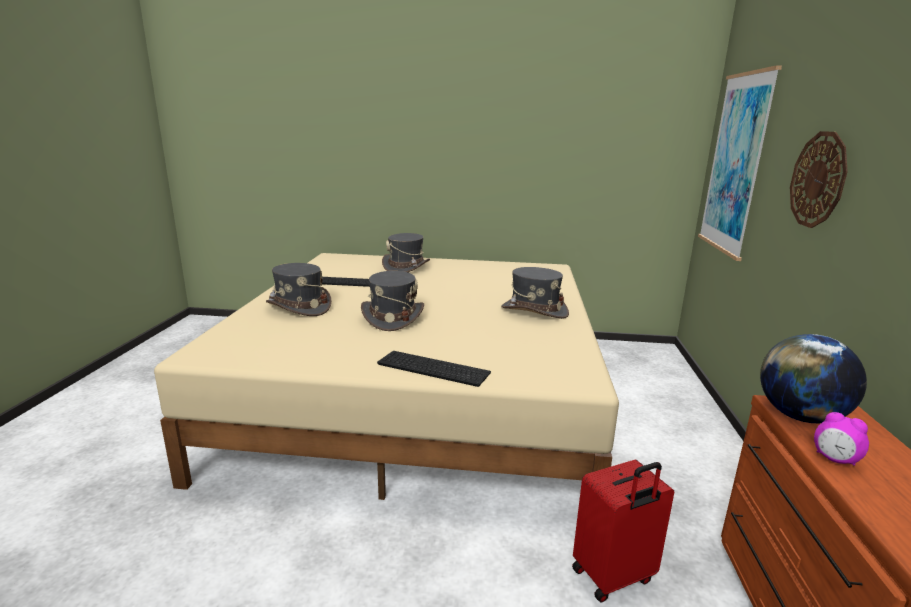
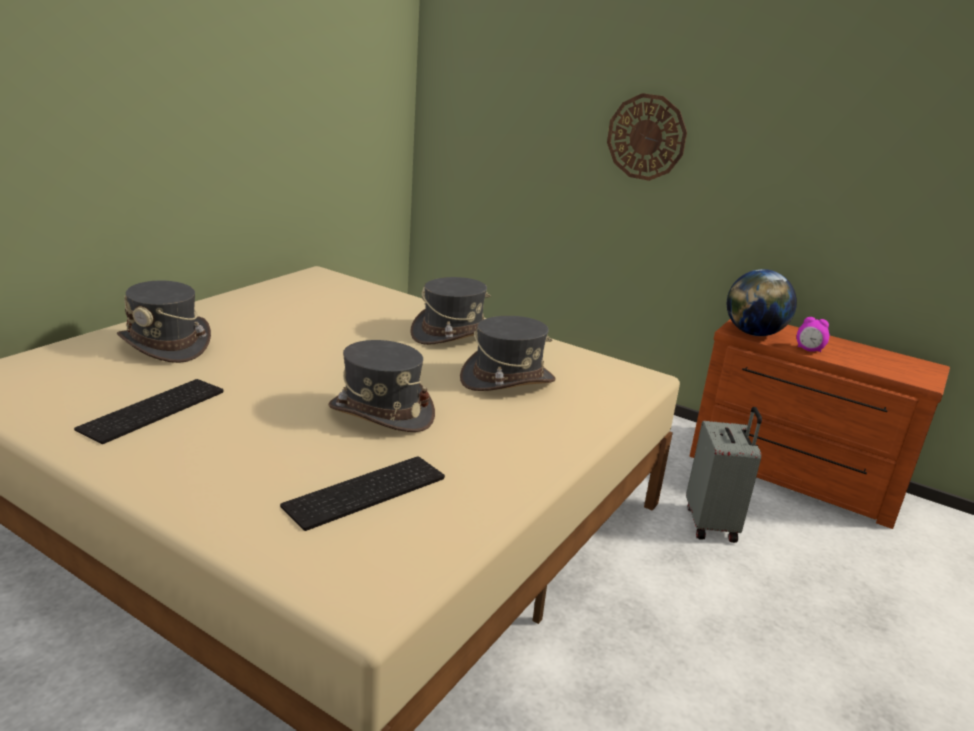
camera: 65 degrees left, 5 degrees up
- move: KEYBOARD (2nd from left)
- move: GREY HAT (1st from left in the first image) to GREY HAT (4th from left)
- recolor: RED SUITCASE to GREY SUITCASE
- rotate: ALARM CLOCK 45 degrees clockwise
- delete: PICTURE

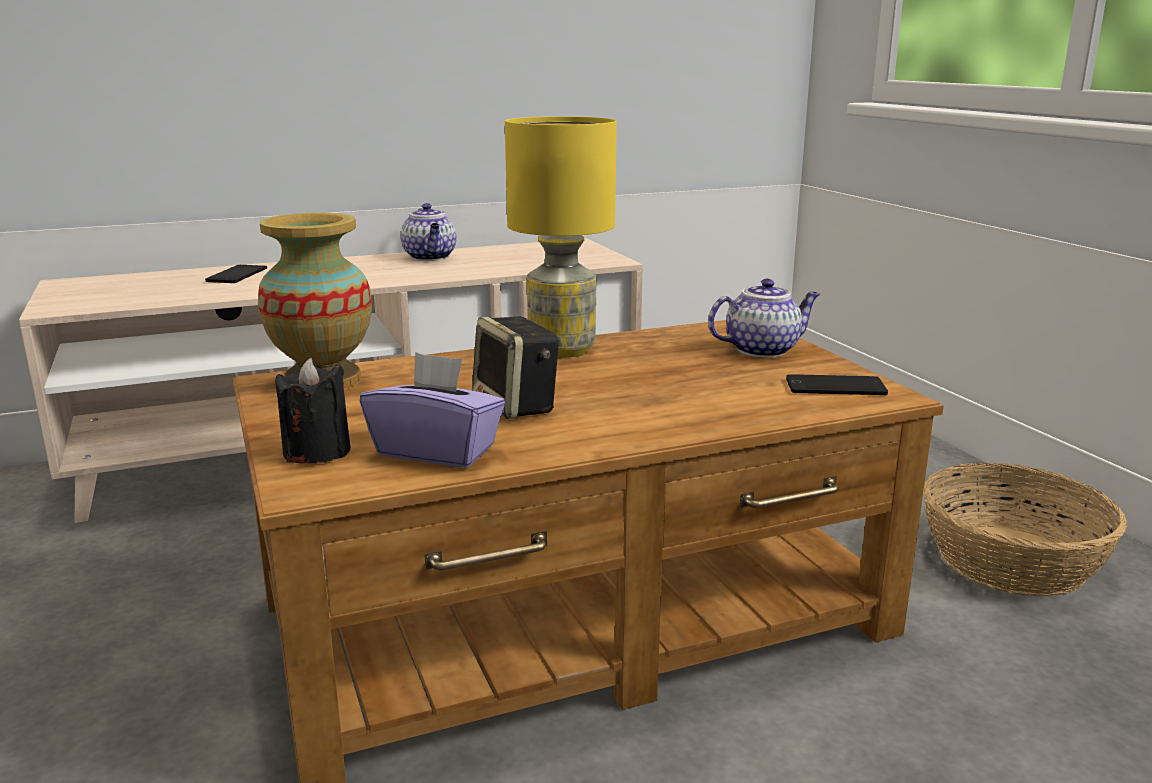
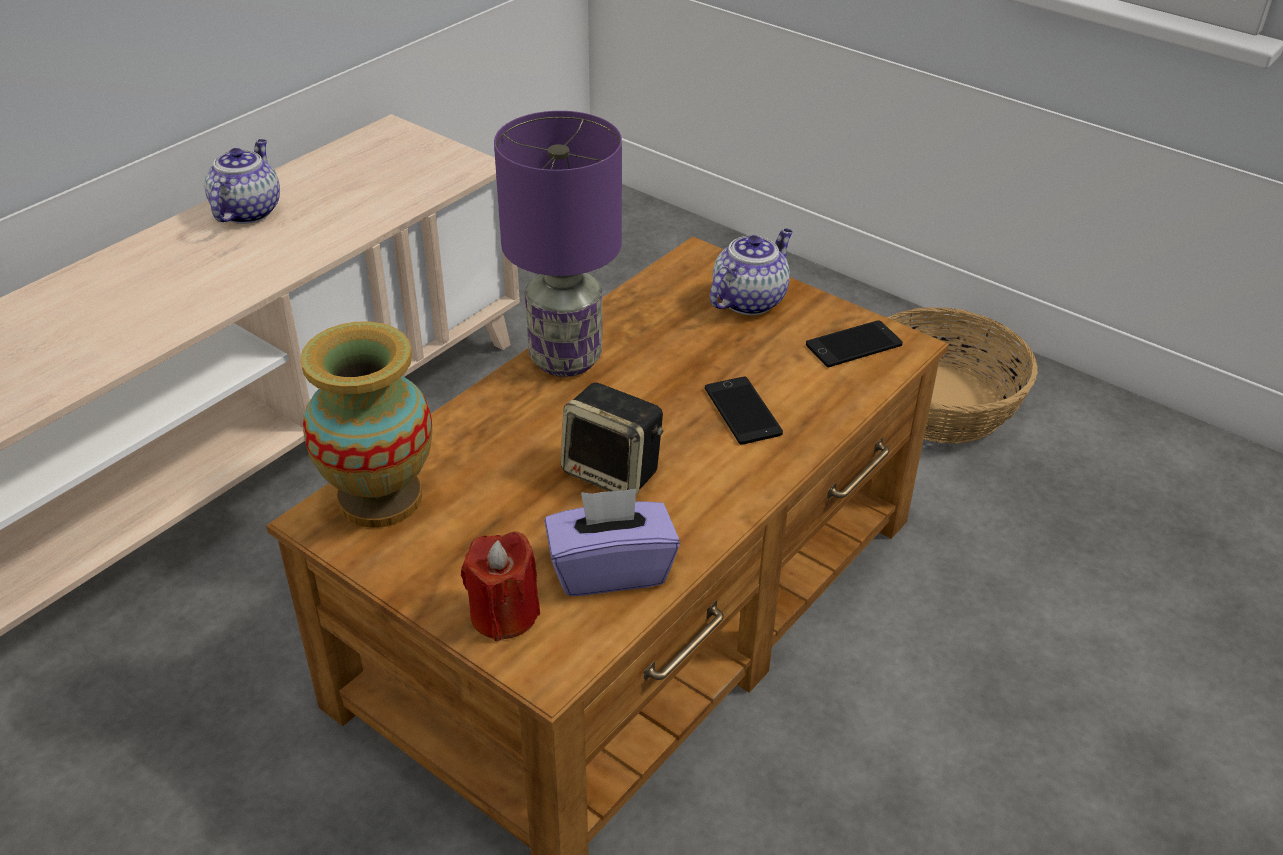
camera: 30 degrees left, 20 degrees up
- rotate: TEAPOT (1st from left) 120 degrees counterclockwise
- recolor: BLACK CANDLE to RED CANDLE
- recolor: YELLOW TABLE LAMP to PURPLE TABLE LAMP
- move: PHONE (1st from left)

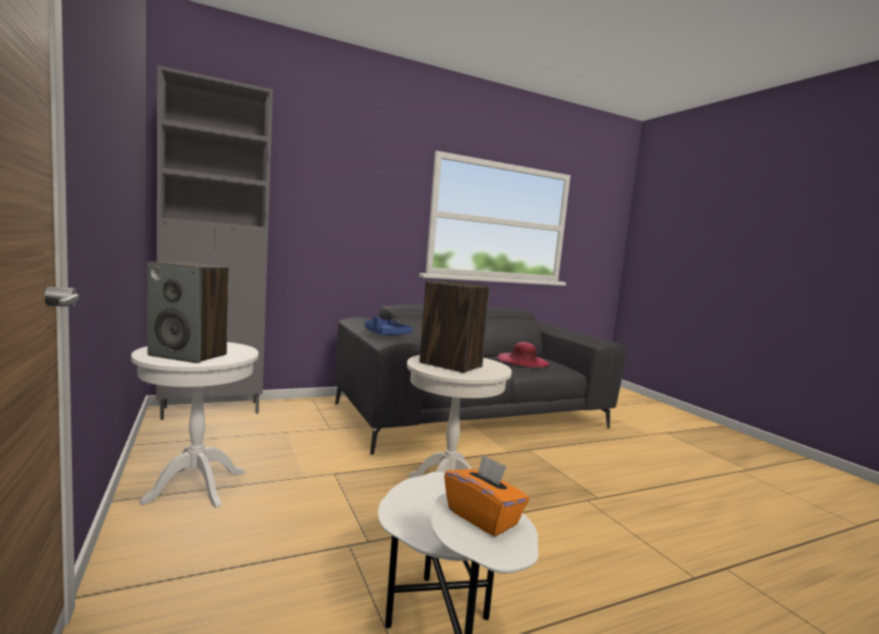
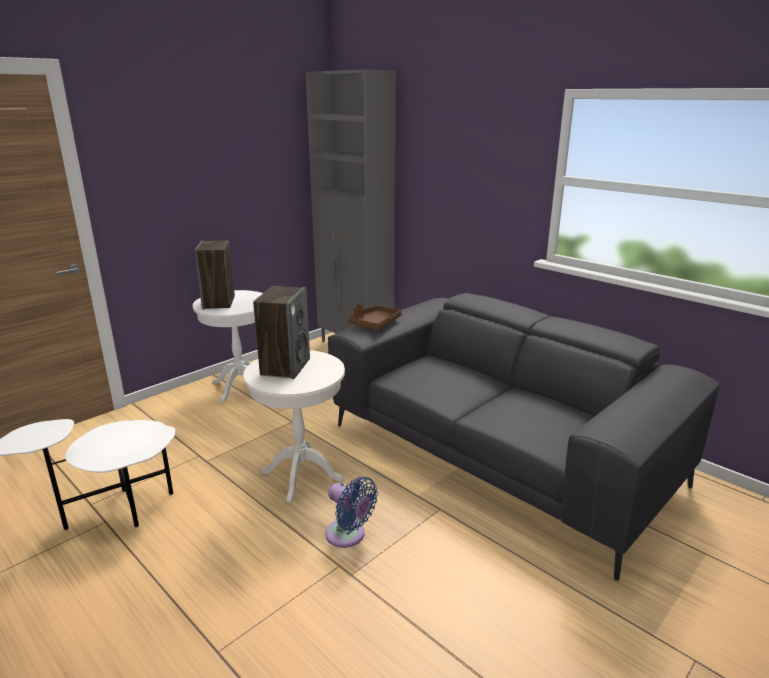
camera: 70 degrees right, 15 degrees up
- insert: BLUE FAN
- recolor: BLUE TRAY to BROWN TRAY
- delete: ORANGE TISSUE BOX
- delete: PINK HAT

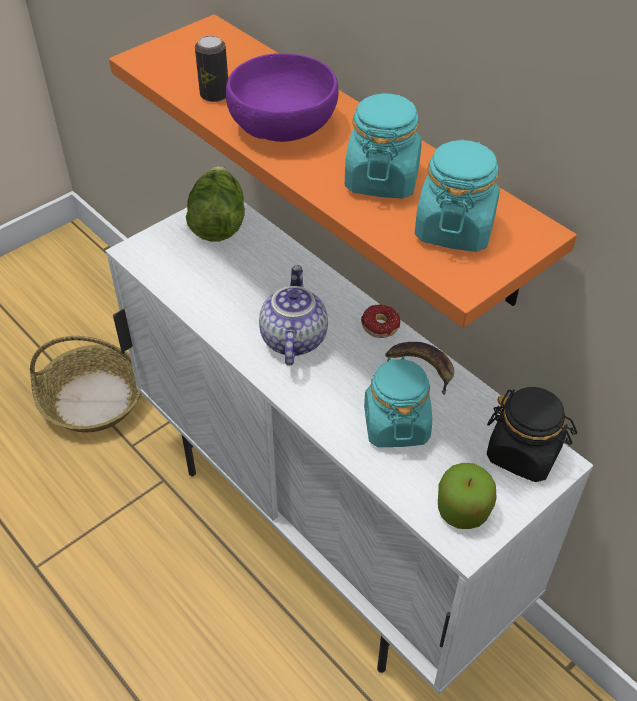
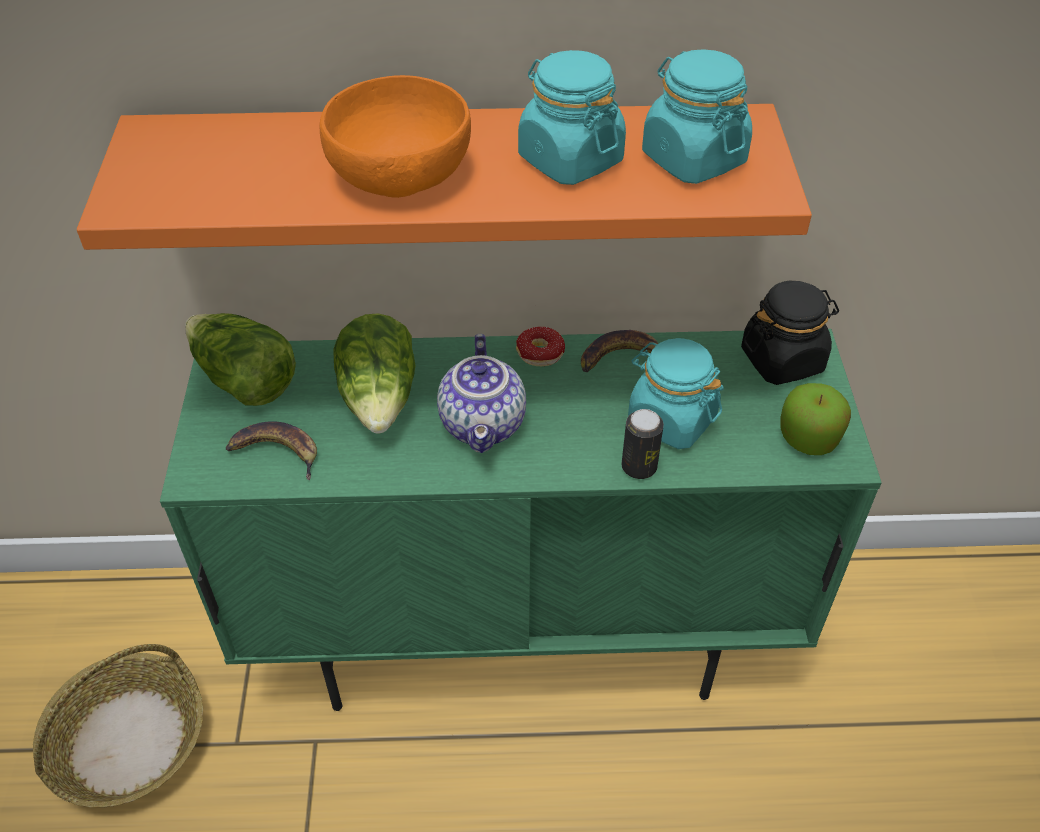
camera: 50 degrees left, 0 degrees up
- recolor: WHITE CABINET to GREEN CABINET
- insert: BANANA (1st from left)
- recolor: PURPLE BOWL to ORANGE BOWL
- insert: LETTUCE (2nd from left)
- rotate: TEAPOT 135 degrees counterclockwise
- move: CAN

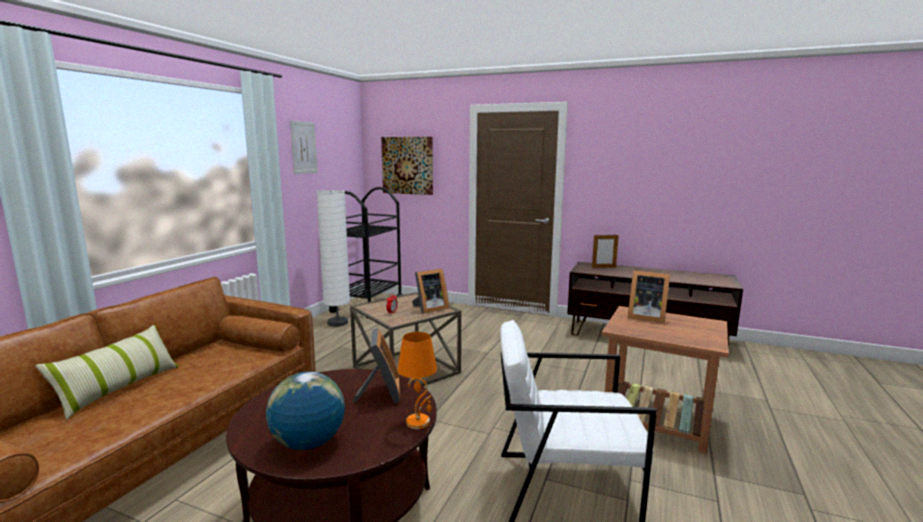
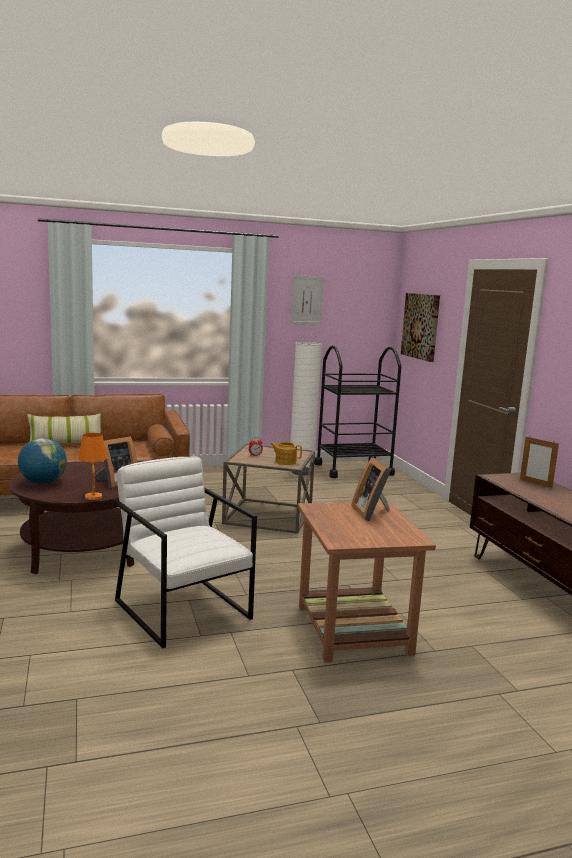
camera: 50 degrees right, 0 degrees up
- replace: PICTURE FRAME (2nd from left) to TEAPOT

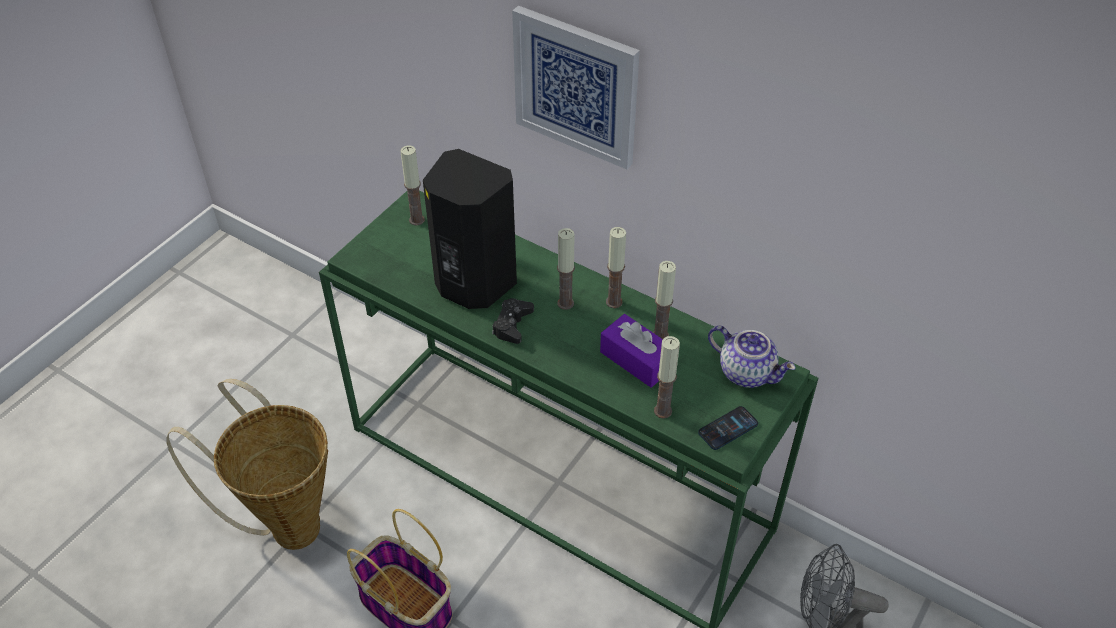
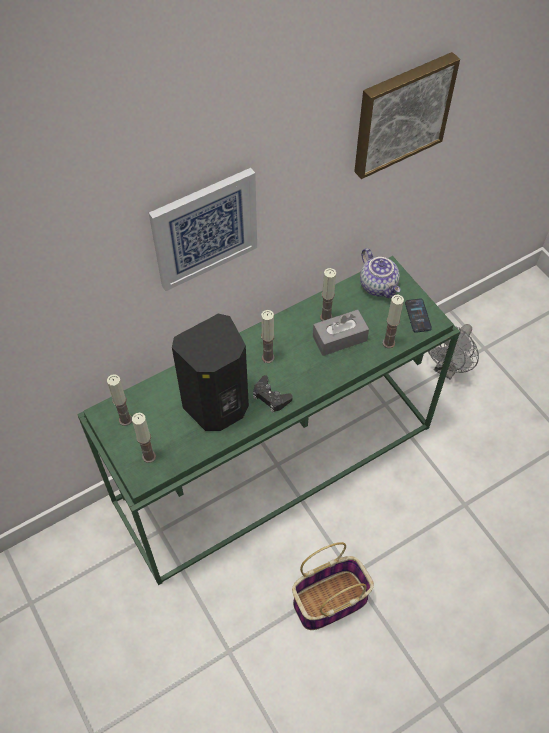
camera: 65 degrees left, 10 degrees up
- move: CANDLE (3rd from left in the first image) to CANDLE (2nd from left)
- recolor: PURPLE TISSUE BOX to GREY TISSUE BOX
- insert: PICTURE (2nd from left)
- rotate: TEAPOT 90 degrees clockwise
- delete: BASKET (1st from left)

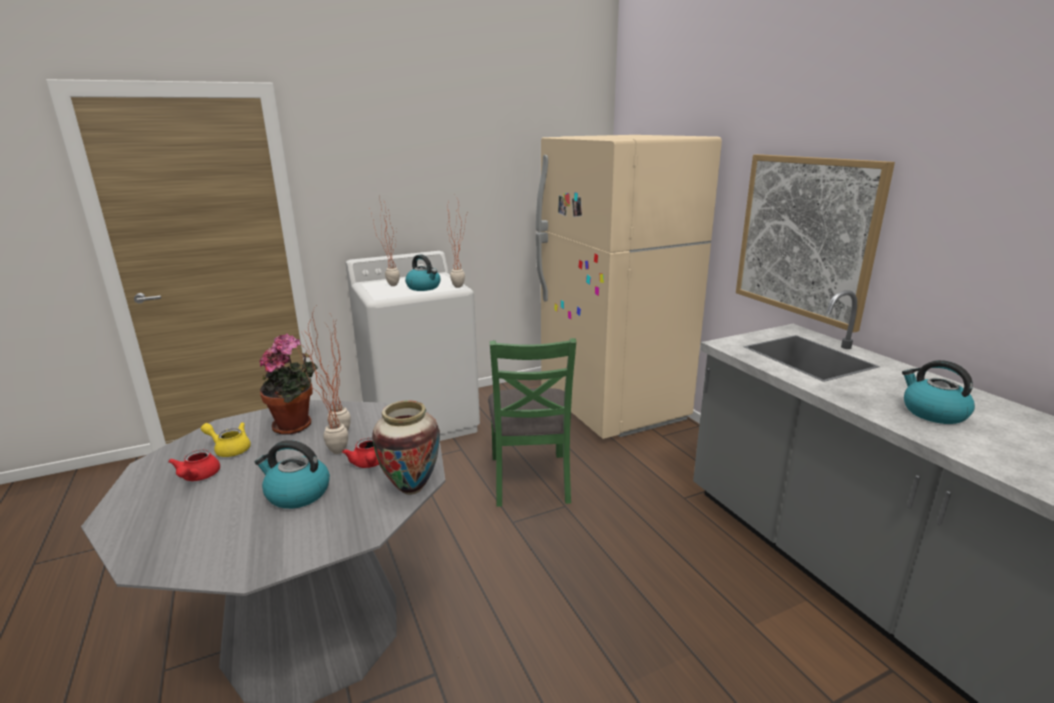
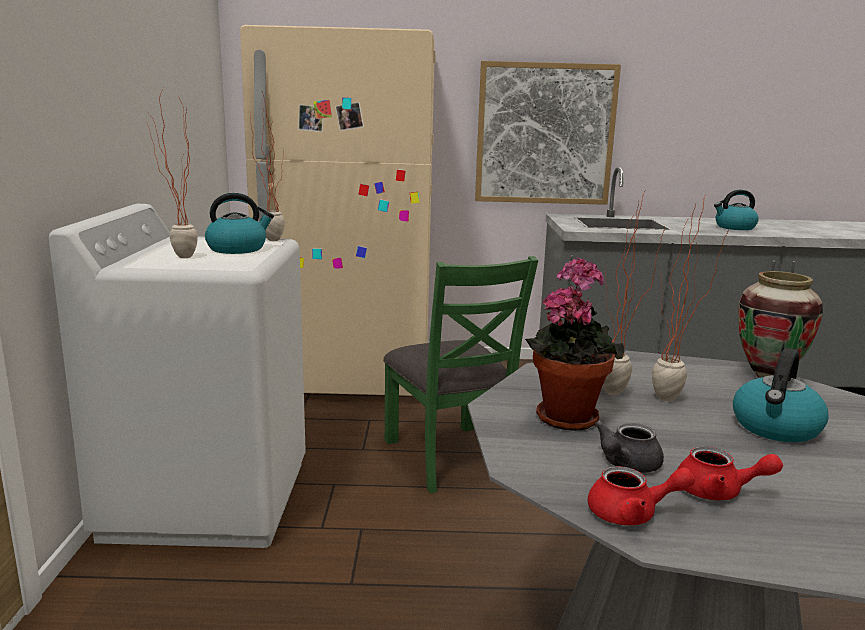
camera: 65 degrees left, 5 degrees down
- rotate: GREEN CHAIR 45 degrees clockwise
- move: RED TEAPOT (2nd from left in the first image) to RED TEAPOT (1st from left)
- recolor: YELLOW TEAPOT to GREY TEAPOT

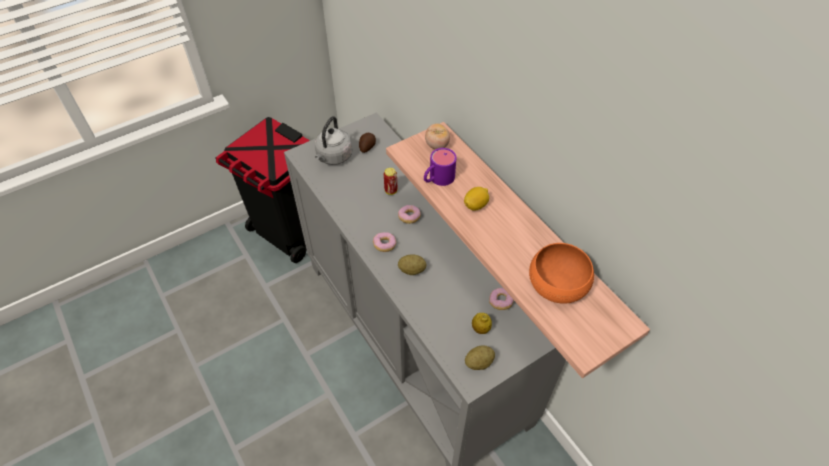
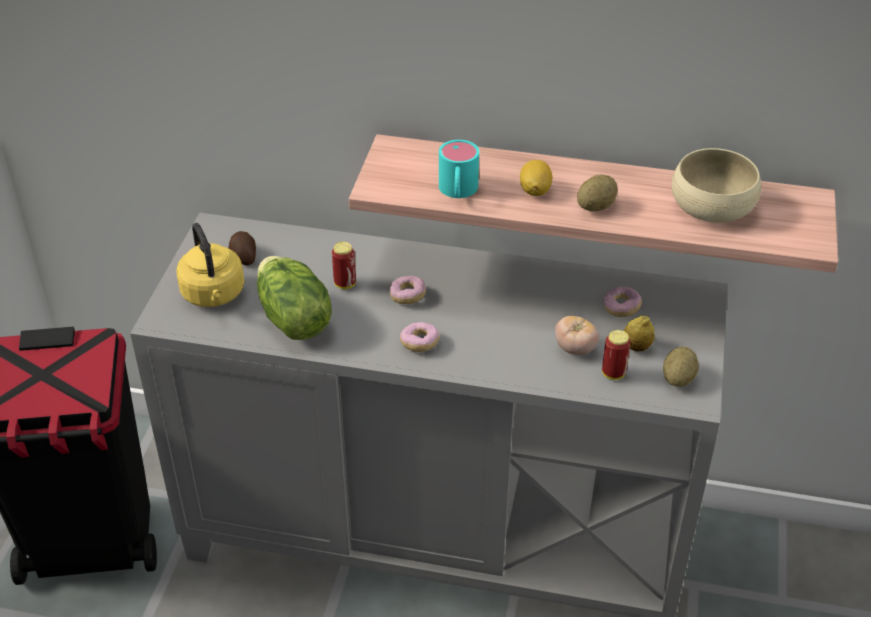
camera: 45 degrees left, 10 degrees down
- recolor: GREY KETTLE to YELLOW KETTLE
- insert: LETTUCE
- recolor: PURPLE MUG to TURQUOISE MUG
- move: TOMATO
- move: POTATO (2nd from left)
- insert: CAN (2nd from left)
- recolor: ORANGE BOWL to BEIGE BOWL

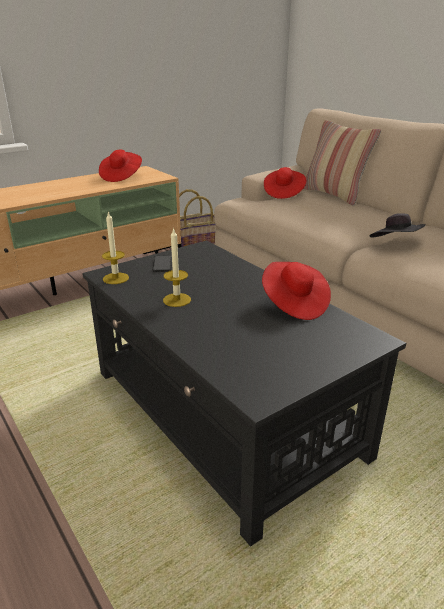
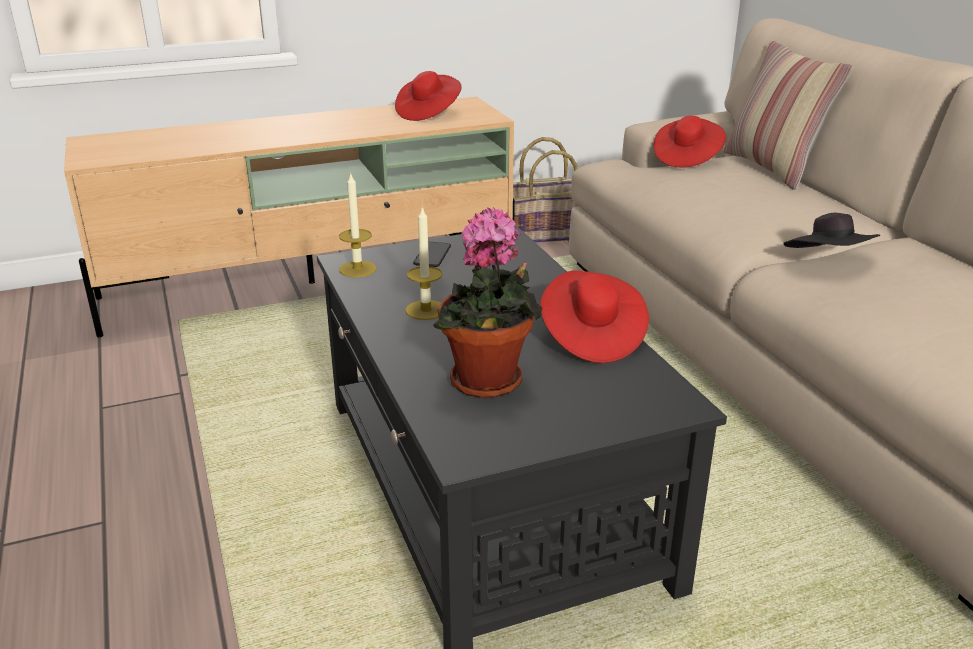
camera: 15 degrees right, 0 degrees up
- insert: POTTED PLANT

